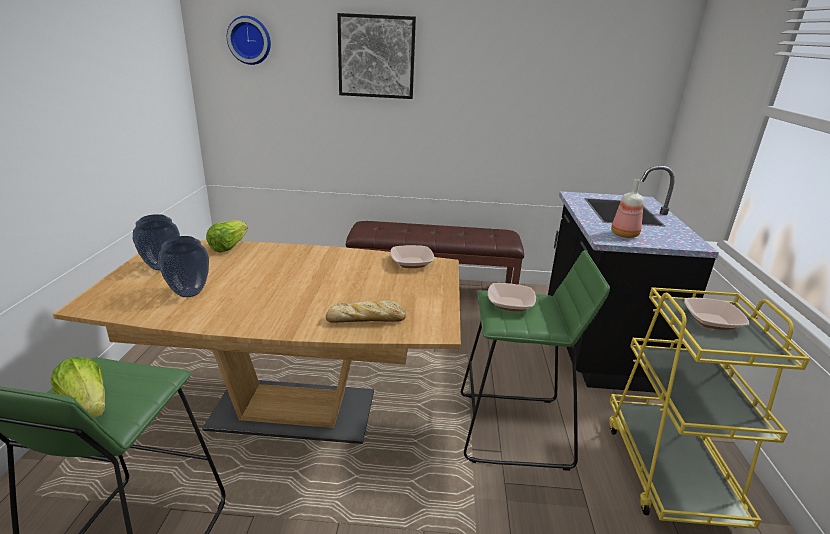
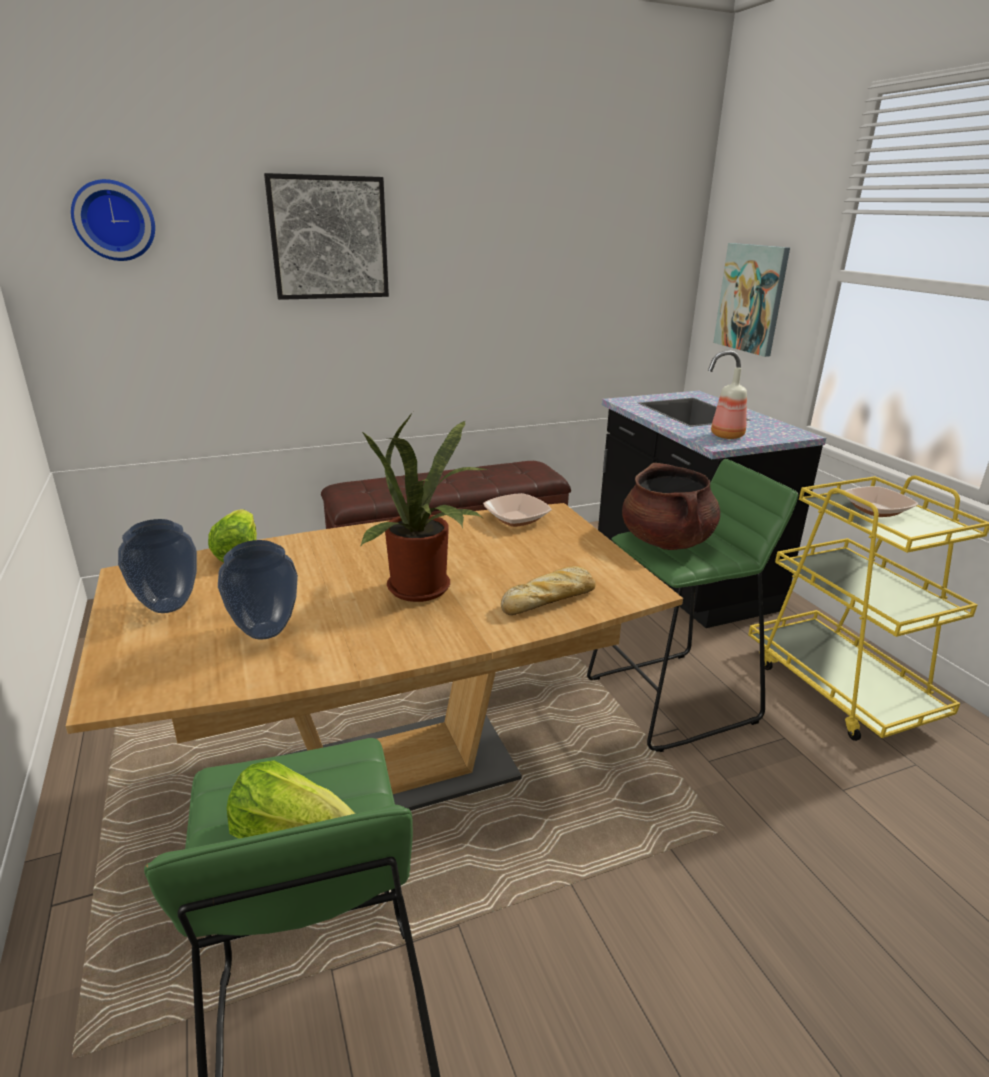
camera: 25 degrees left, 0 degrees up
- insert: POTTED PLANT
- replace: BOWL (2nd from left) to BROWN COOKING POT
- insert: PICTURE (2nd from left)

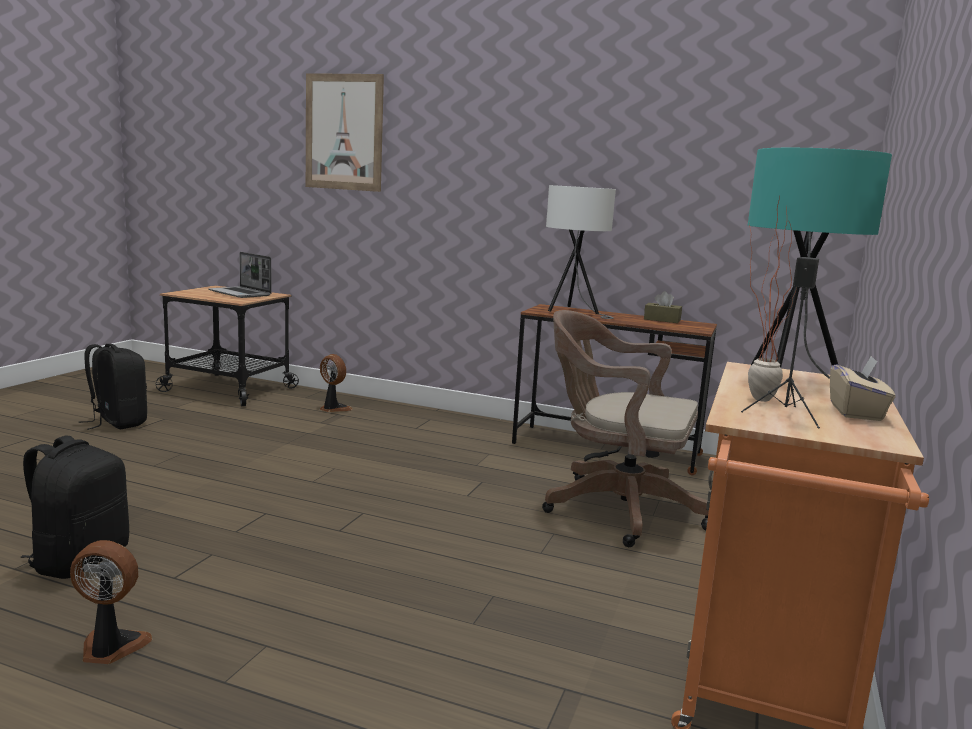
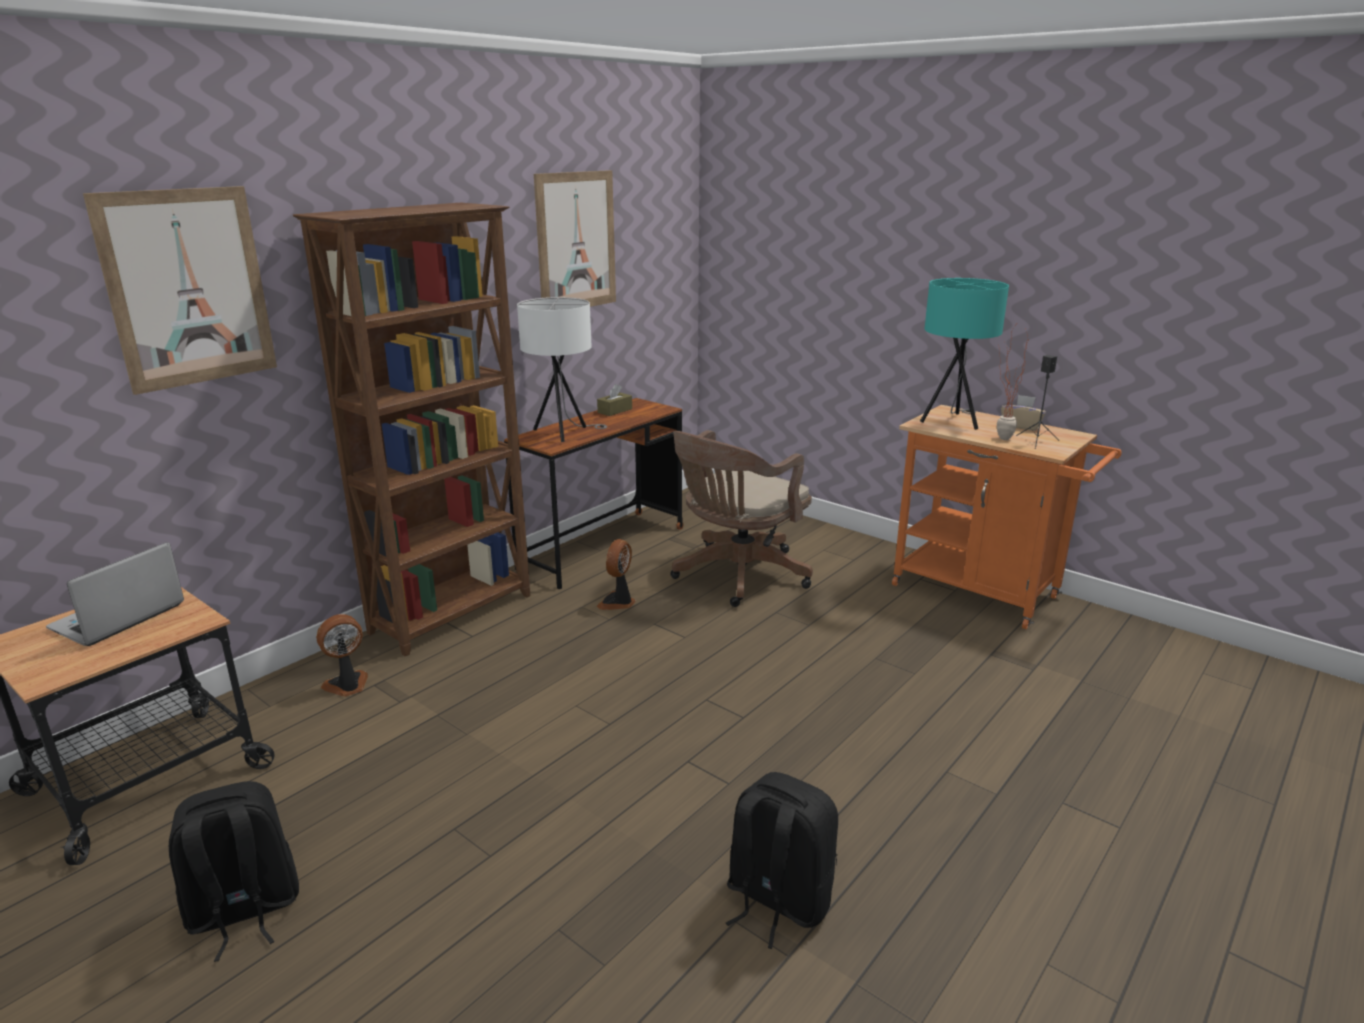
camera: 70 degrees left, 10 degrees up
- rotate: LAPTOP 150 degrees clockwise
- insert: BROWN BOOKCASE
- insert: PICTURE (2nd from left)
- move: FAN (1st from left in the first image) to FAN (2nd from left)

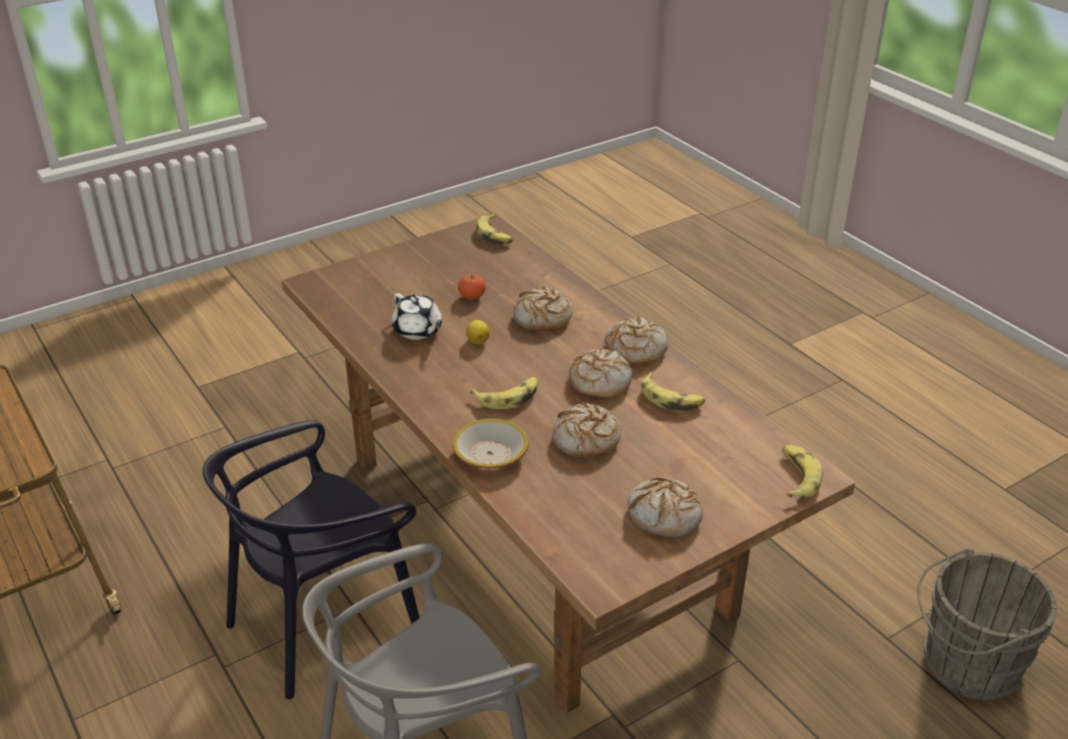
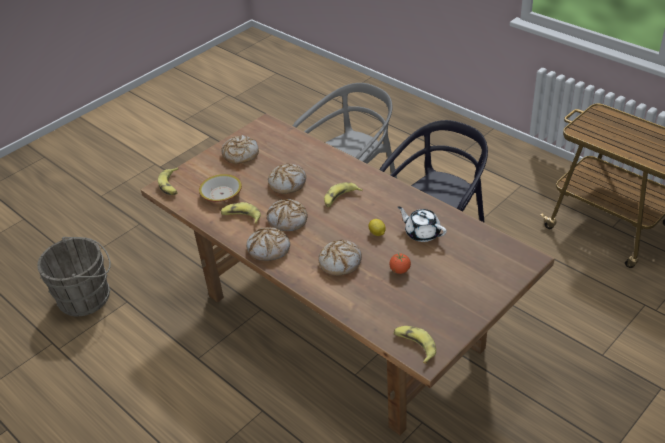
camera: 170 degrees right, 5 degrees up
- move: BOWL

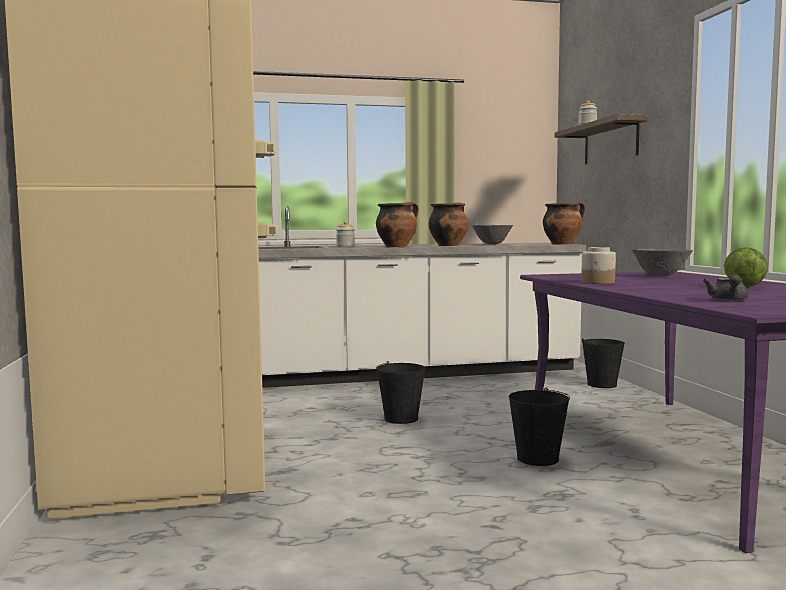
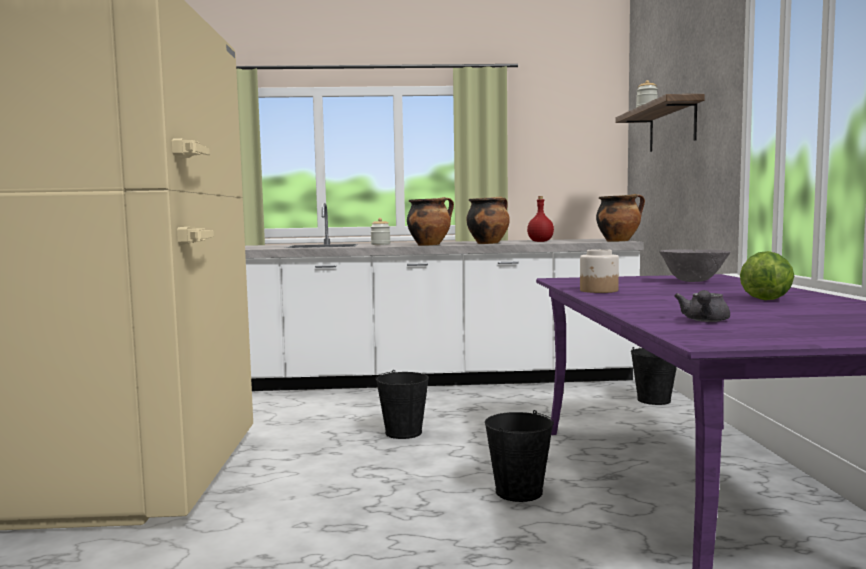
camera: 10 degrees right, 0 degrees up
- replace: GREY BOWL (1st from left) to RED BOTTLE

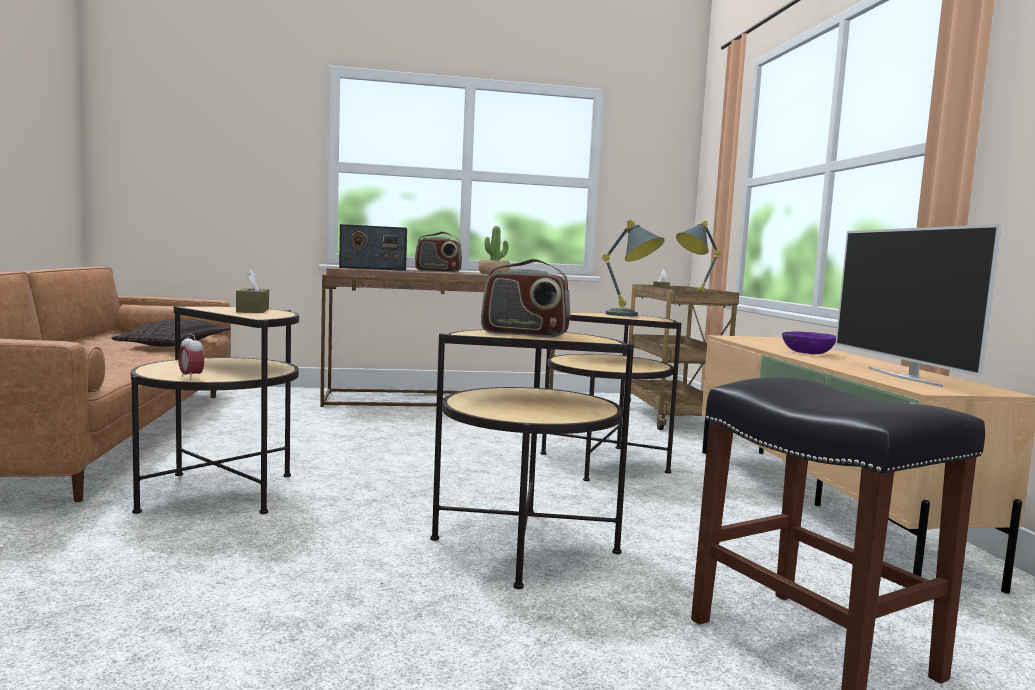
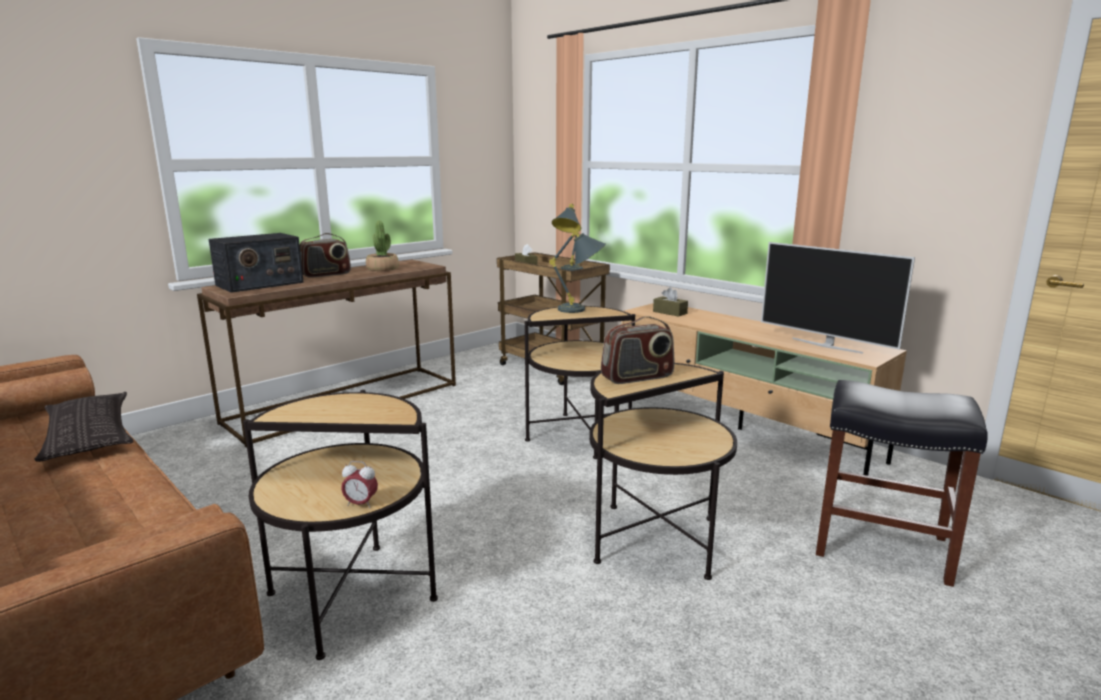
camera: 35 degrees left, 10 degrees up
- move: BROWN TISSUE BOX (1st from left in the first image) to BROWN TISSUE BOX (2nd from left)
- delete: PURPLE BOWL

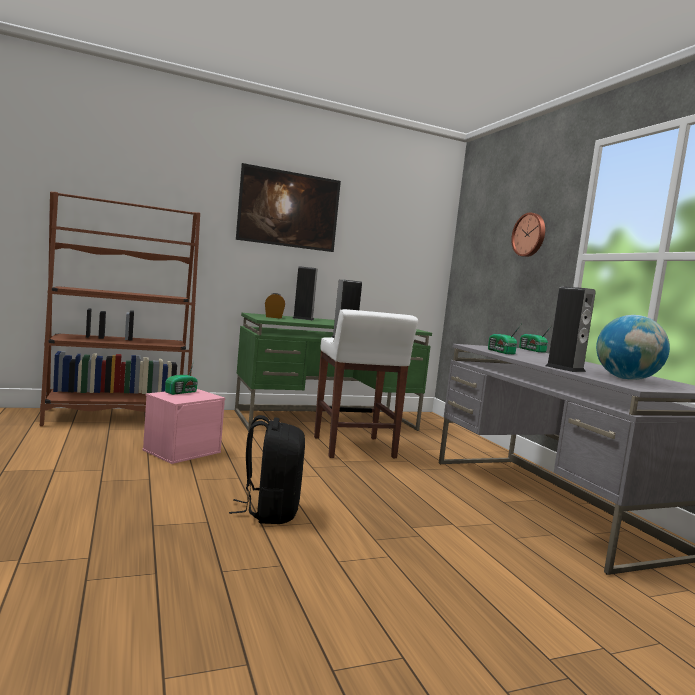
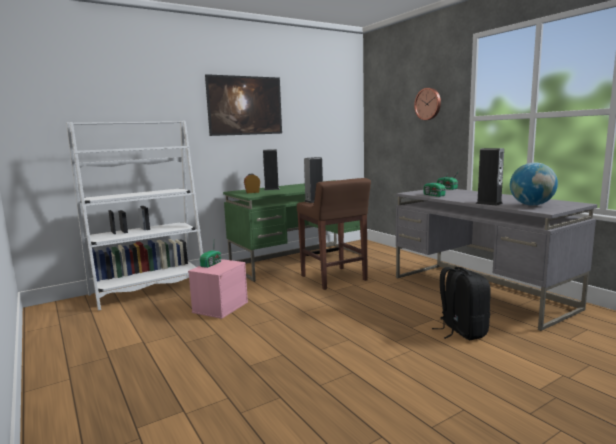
camera: 10 degrees left, 5 degrees up
- recolor: BROWN BOOKCASE to WHITE BOOKCASE
- recolor: WHITE STOOL to BROWN STOOL
- move: BLACK BACKPACK

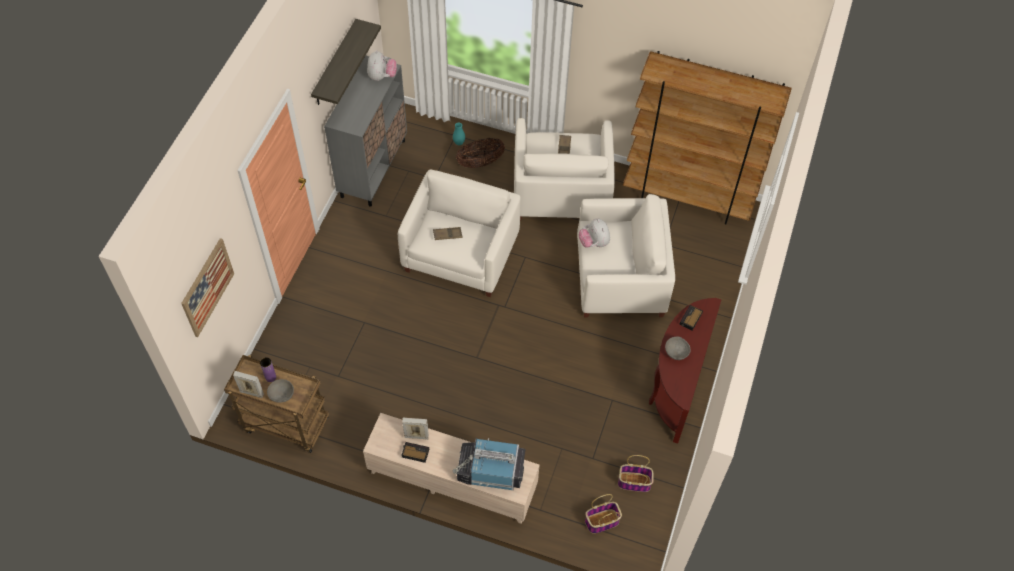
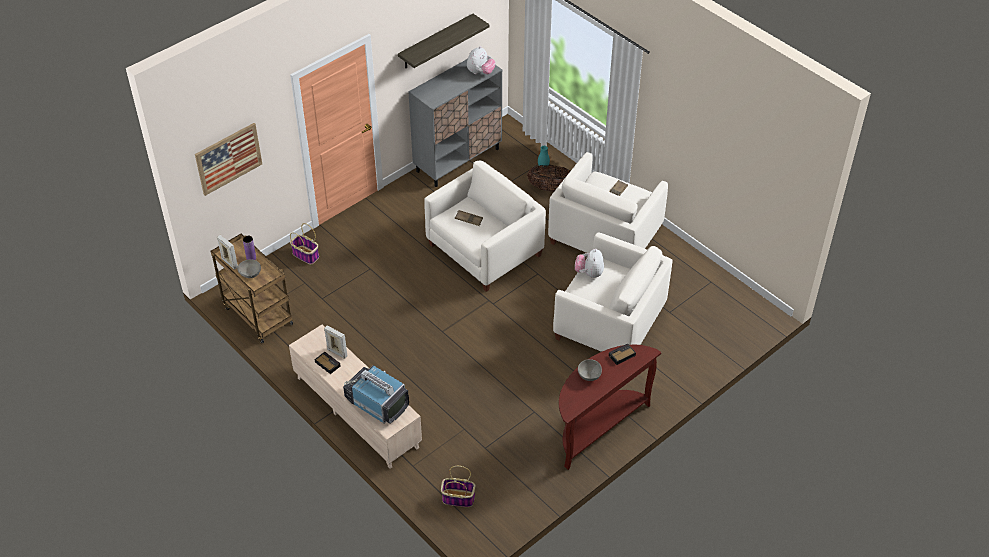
camera: 30 degrees right, 10 degrees down
- move: BASKET (3rd from left in the first image) to BASKET (1st from left)
- delete: BROWN BOOKCASE

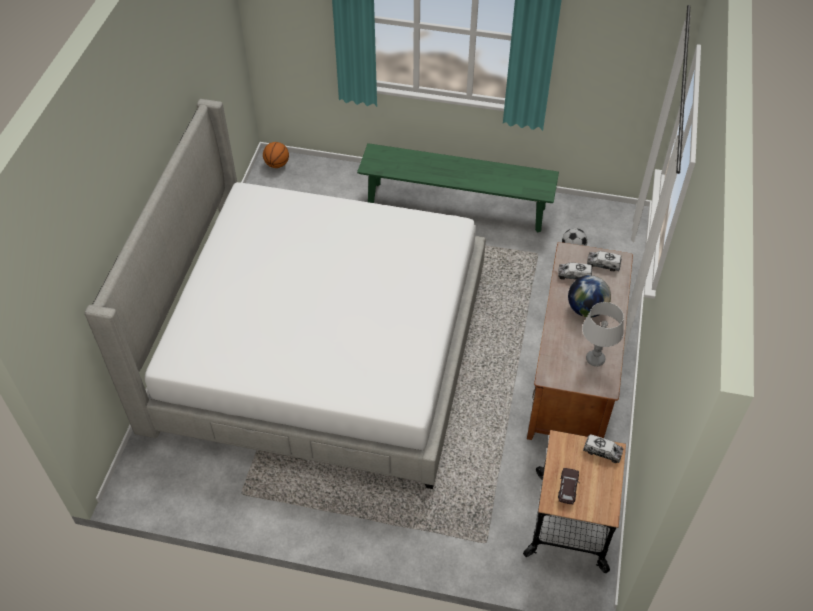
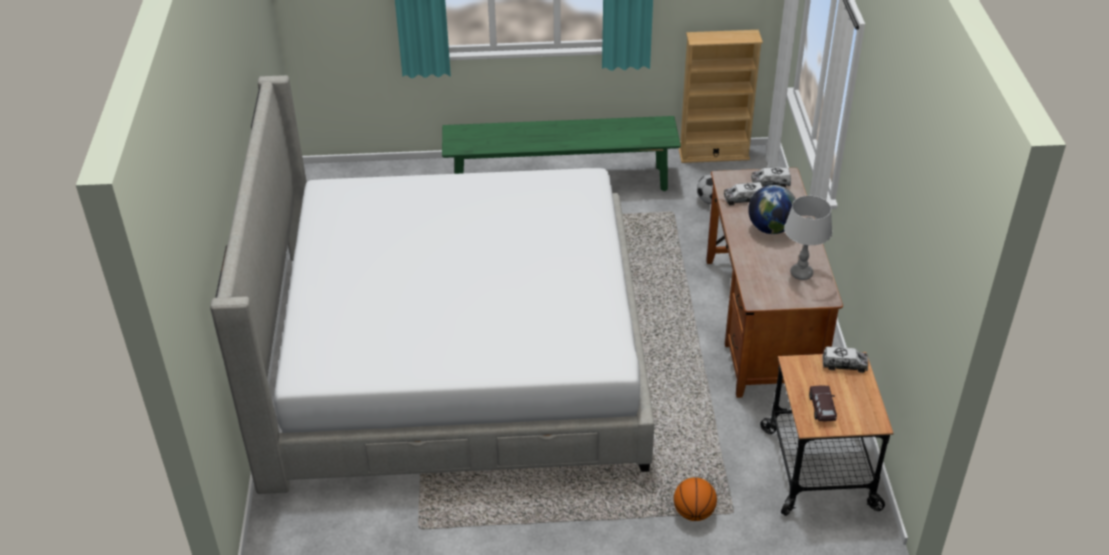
camera: 15 degrees left, 10 degrees down
- move: BASKETBALL
- insert: BEIGE BOOKCASE

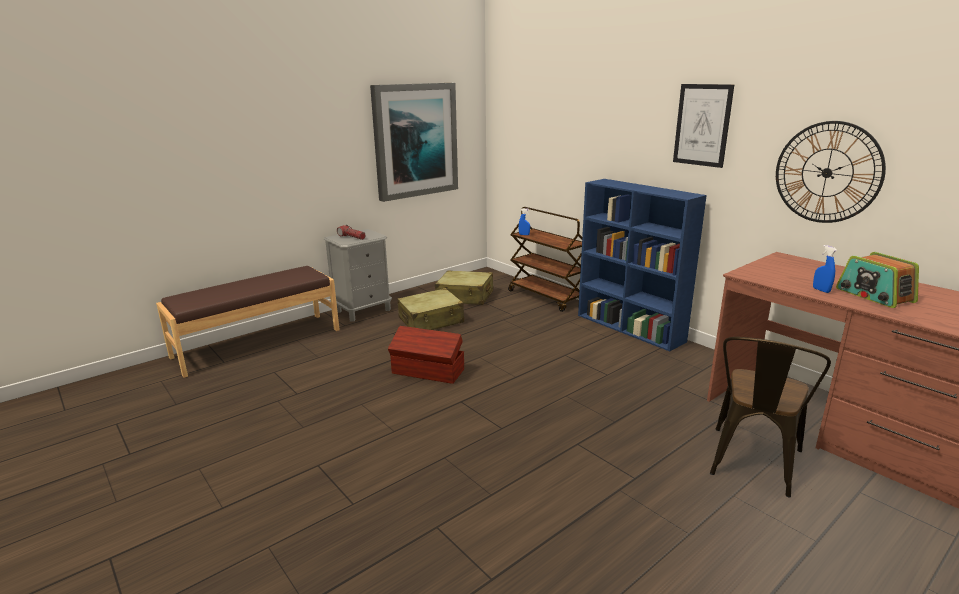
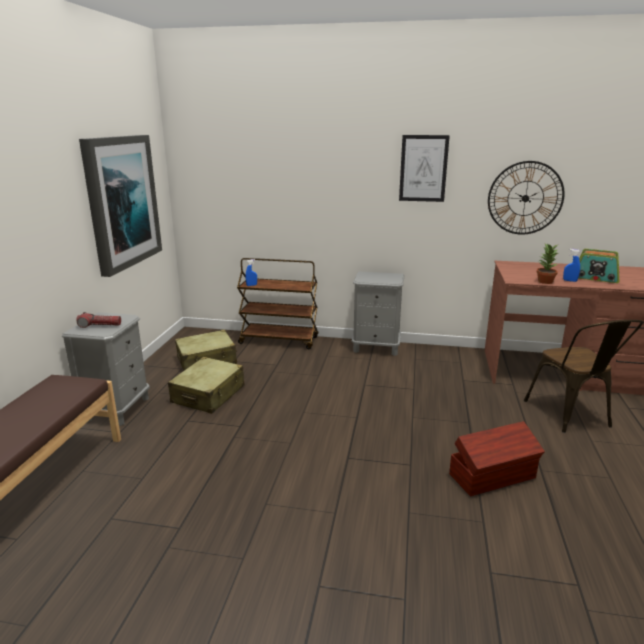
camera: 40 degrees left, 0 degrees up
- replace: BLUE BOOKCASE to GREY NIGHTSTAND (2nd from left)
- move: BROWN STORAGE BOX
- insert: POTTED PLANT

